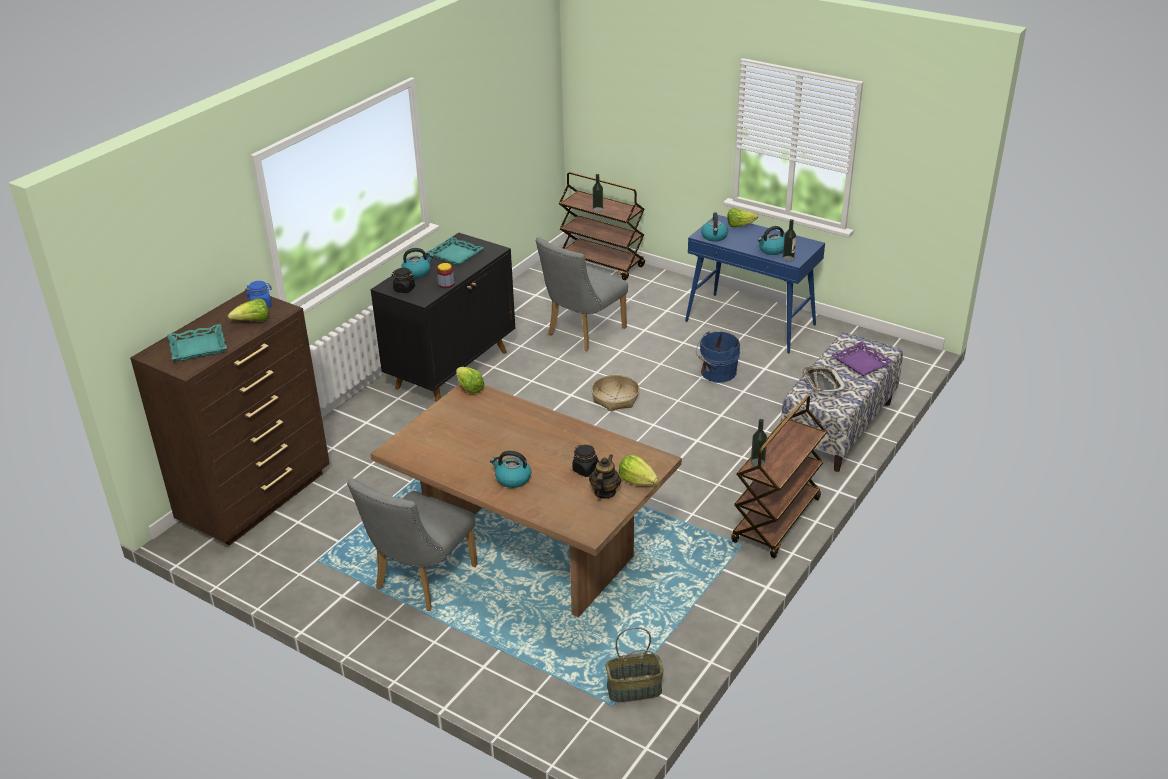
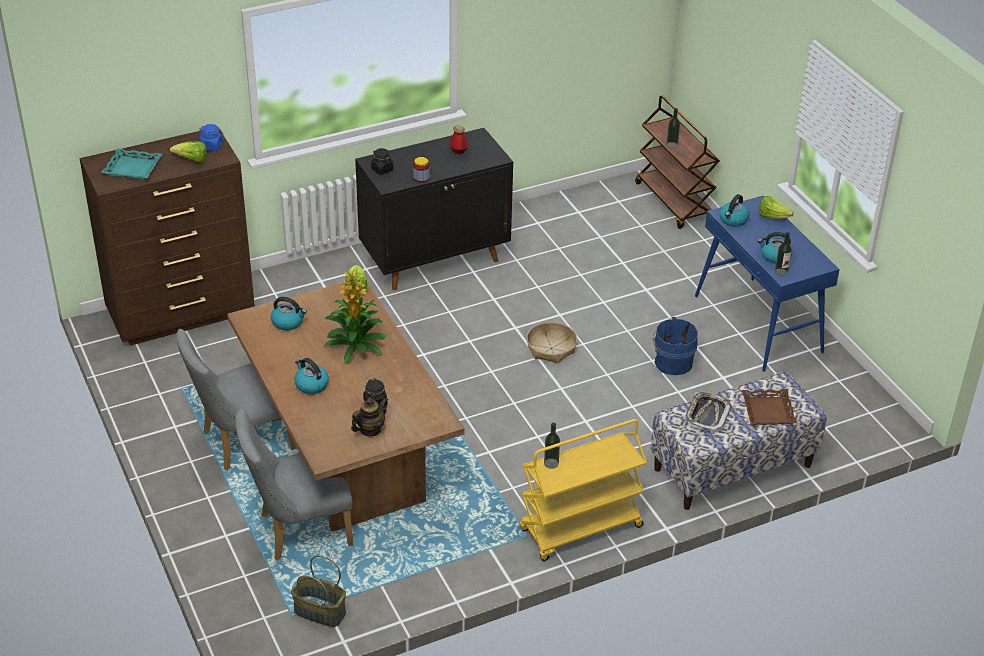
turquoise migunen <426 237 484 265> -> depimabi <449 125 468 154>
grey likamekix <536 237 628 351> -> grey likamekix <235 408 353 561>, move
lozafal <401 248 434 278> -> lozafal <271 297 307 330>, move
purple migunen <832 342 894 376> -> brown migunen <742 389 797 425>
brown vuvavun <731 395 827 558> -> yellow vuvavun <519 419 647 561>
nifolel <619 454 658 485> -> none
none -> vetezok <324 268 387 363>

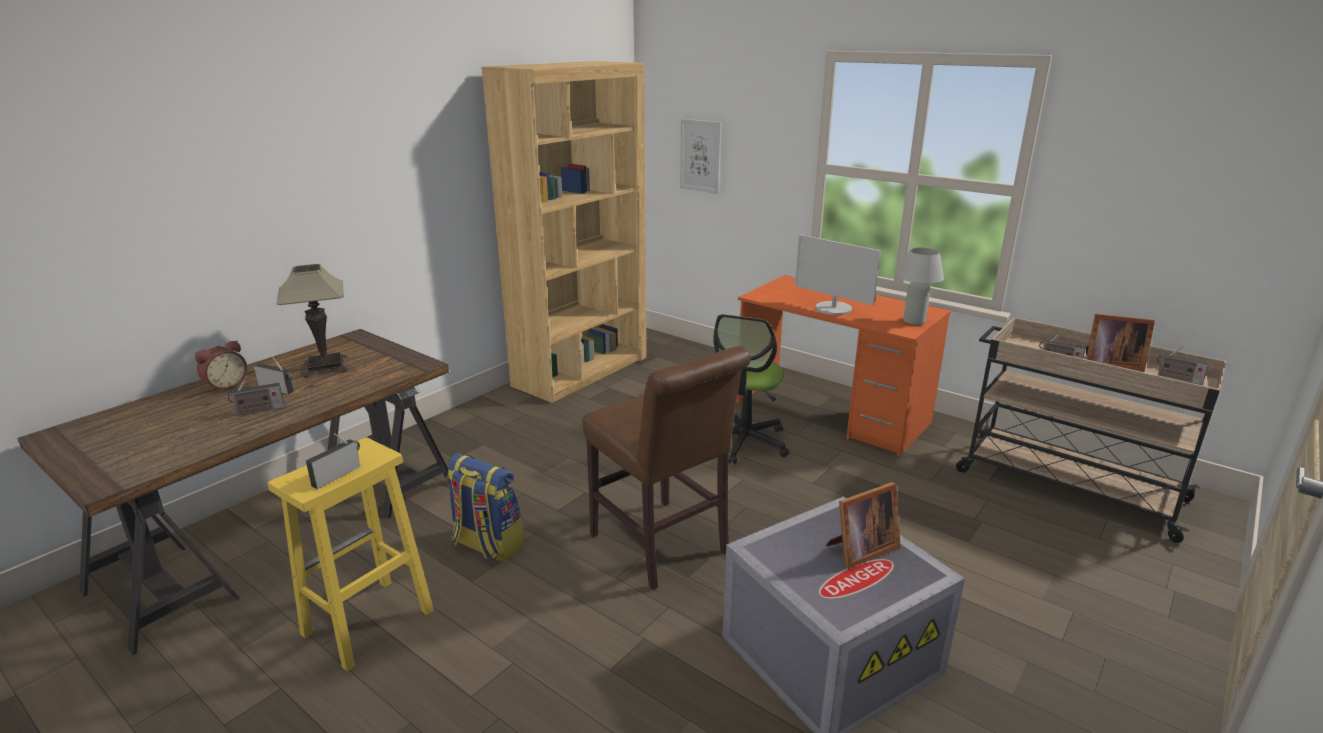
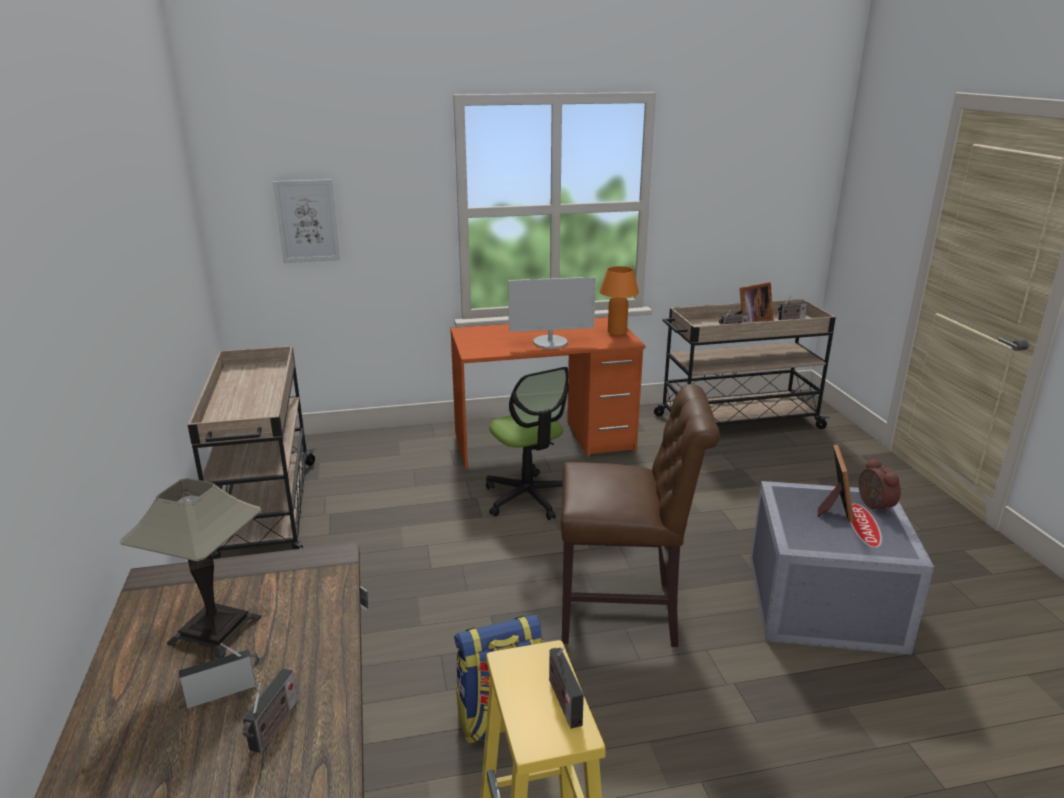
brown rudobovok <481 61 647 403> -> beige vuvavun <188 346 316 559>
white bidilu <898 247 944 325> -> orange bidilu <600 266 639 336>
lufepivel <195 340 247 392> -> lufepivel <859 458 901 514>, move

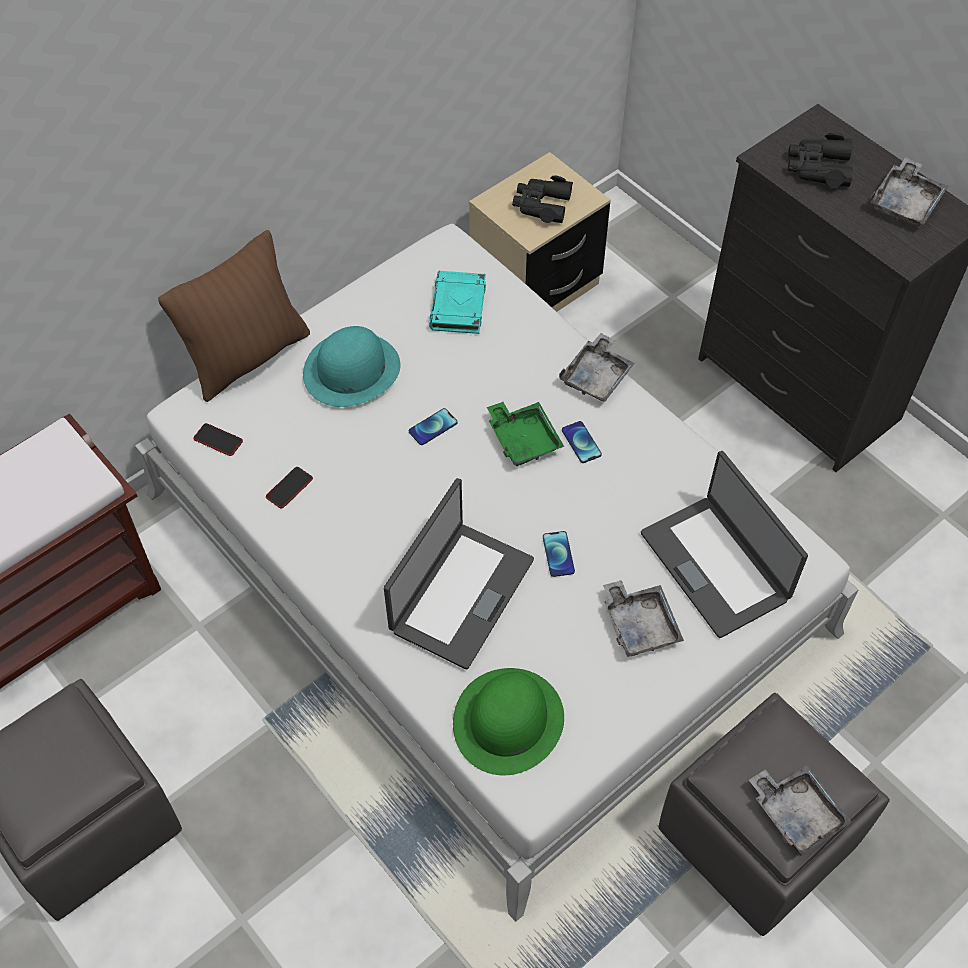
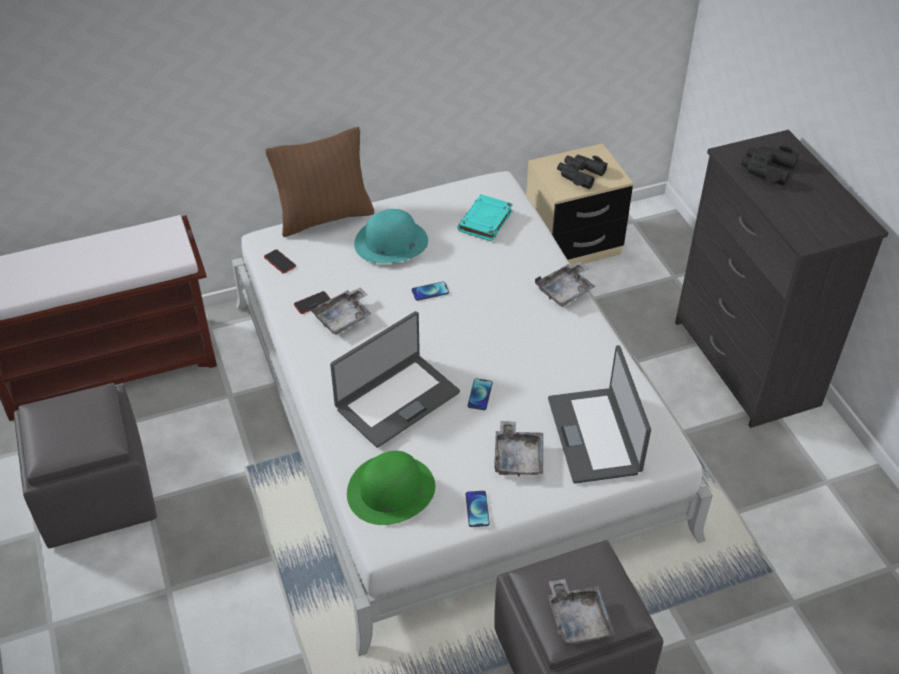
grey migunen <870 157 948 225> -> grey migunen <310 287 372 335>, move
green migunen <487 402 564 466> -> none
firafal <562 421 602 463> -> firafal <466 491 490 527>, move

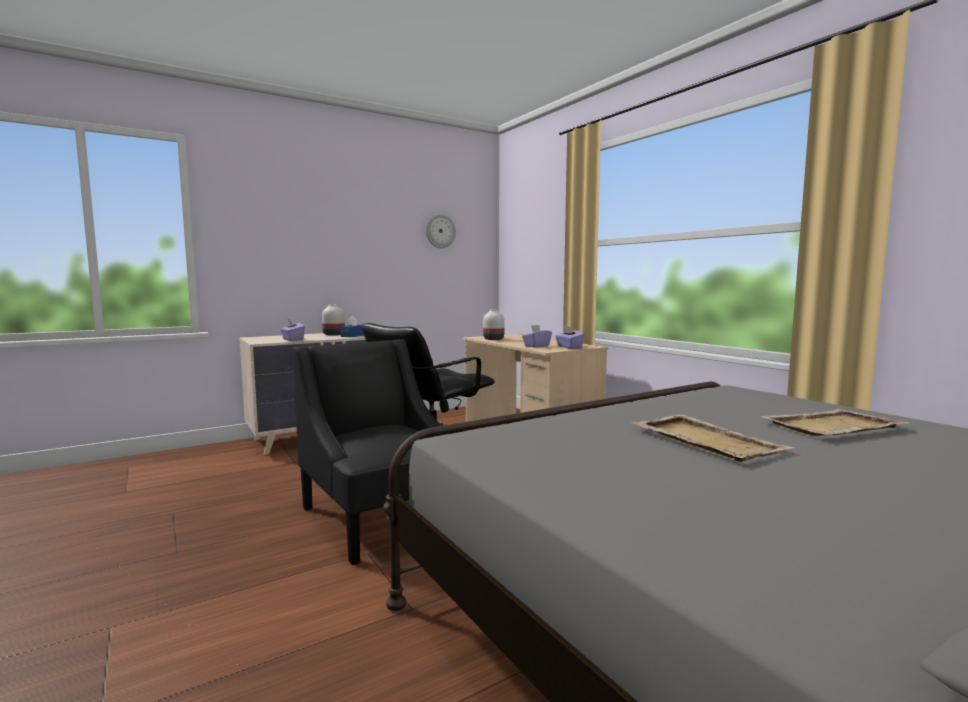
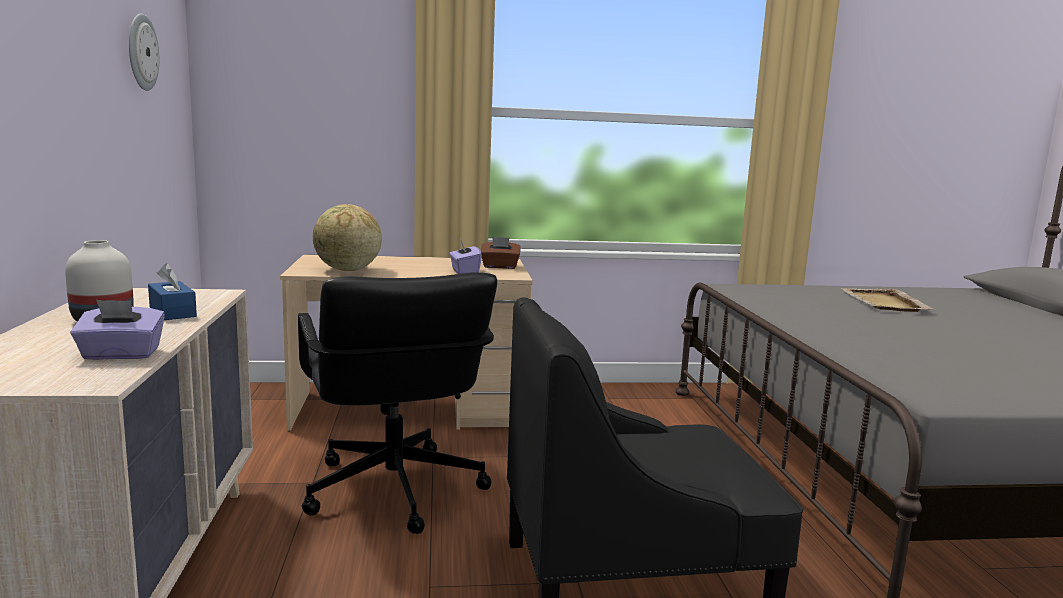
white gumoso <483 309 505 340> -> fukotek <313 204 382 271>
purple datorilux <555 326 585 349> -> brown datorilux <481 237 521 269>
beige migunen <631 414 794 462> -> none

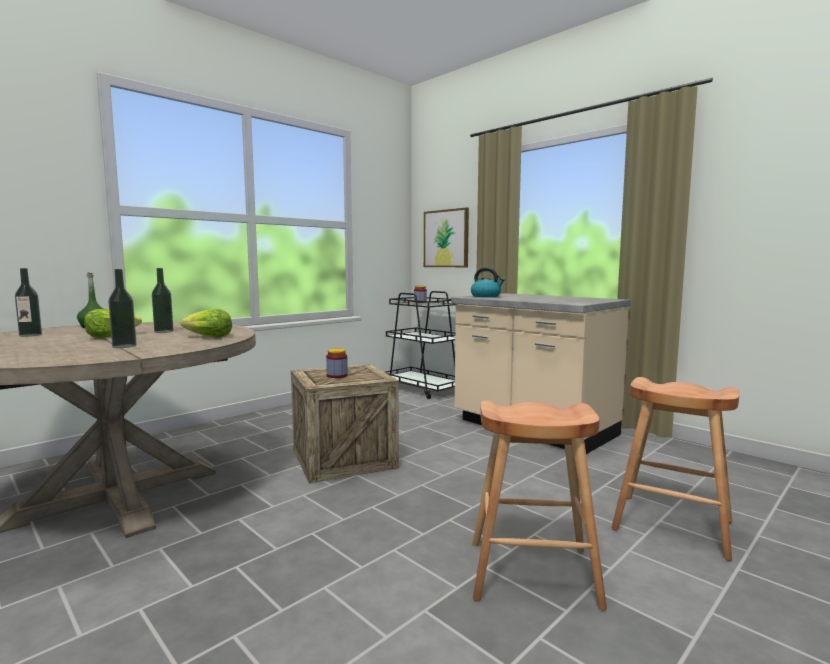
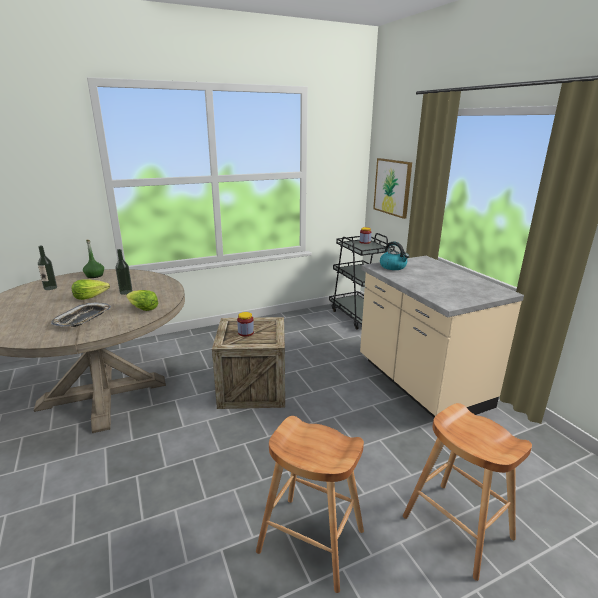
depimabi <108 269 137 348> -> migunen <51 302 111 327>

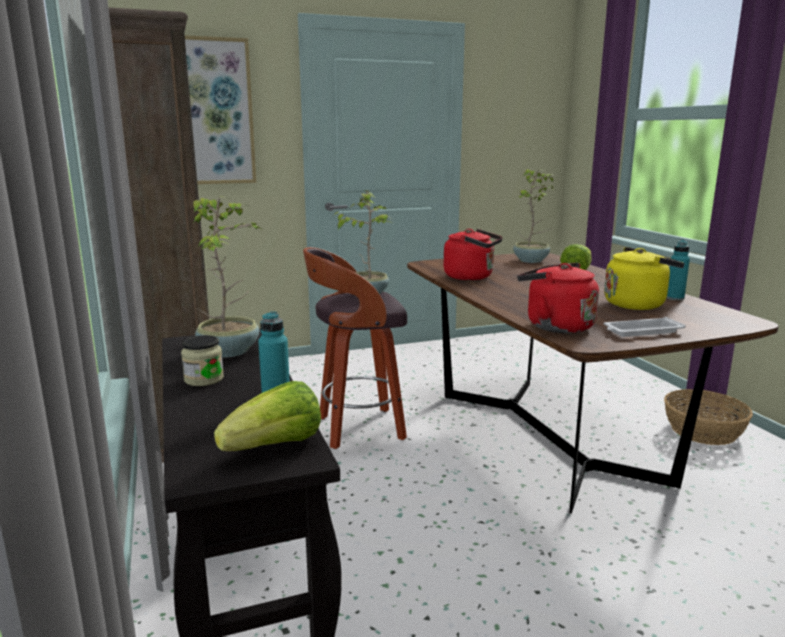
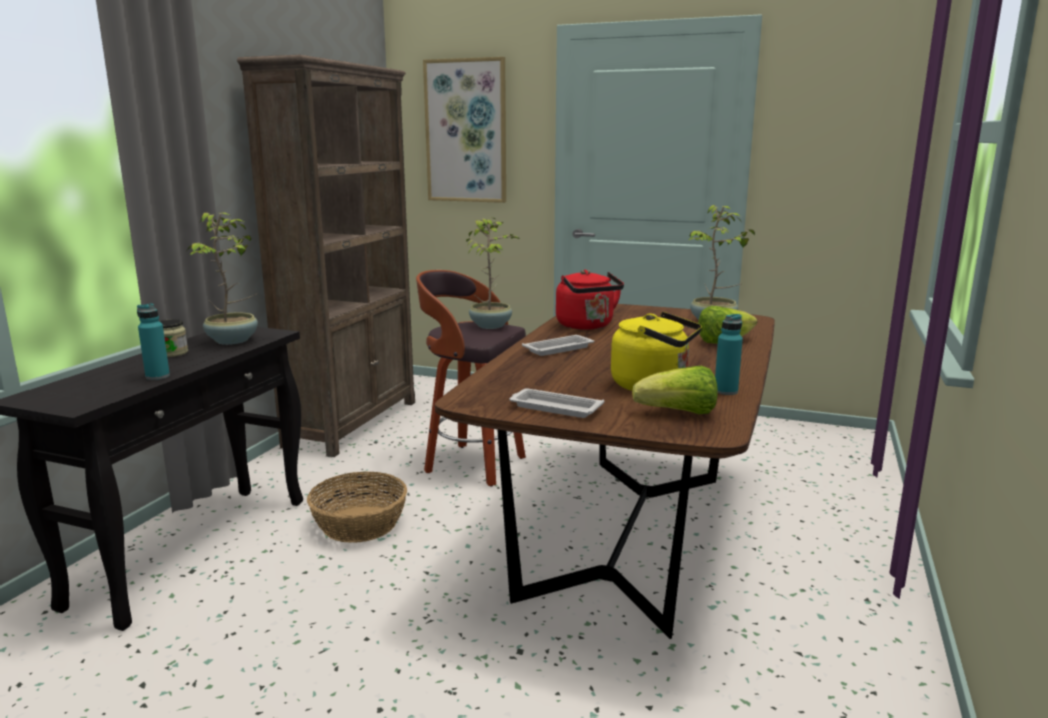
red lozafal <517 263 599 333> -> none
nifolel <214 381 321 451> -> nifolel <632 366 718 414>, move
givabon <664 389 753 445> -> givabon <307 472 407 543>, move
none -> white migunen <522 335 594 356>

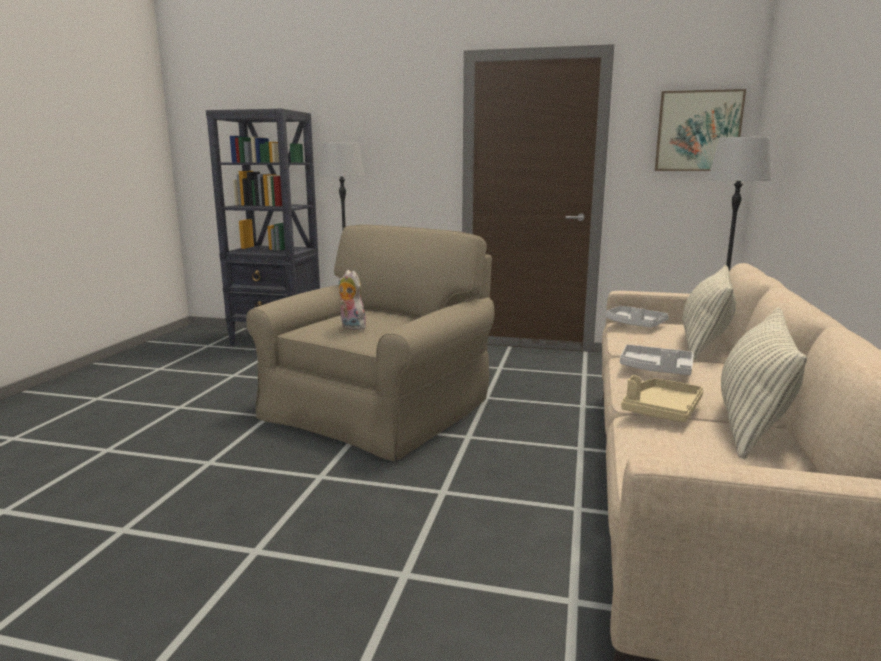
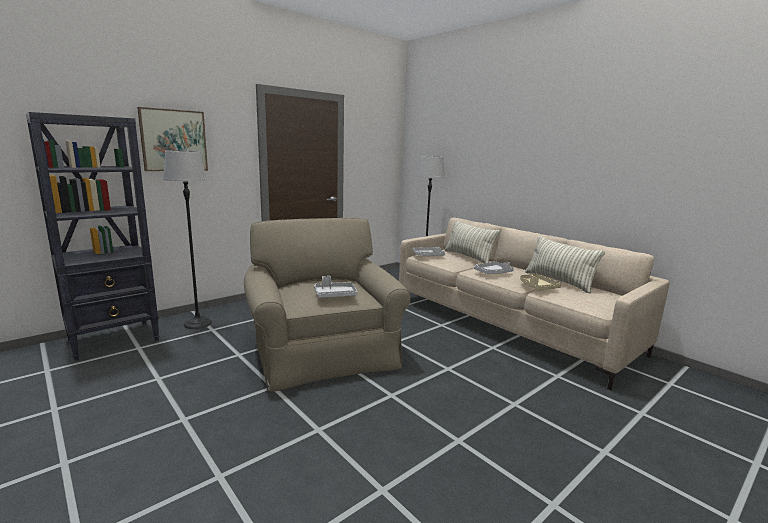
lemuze <655 89 746 171> -> lemuze <137 107 208 171>, move
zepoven <339 270 366 330> -> grey migunen <314 276 357 298>

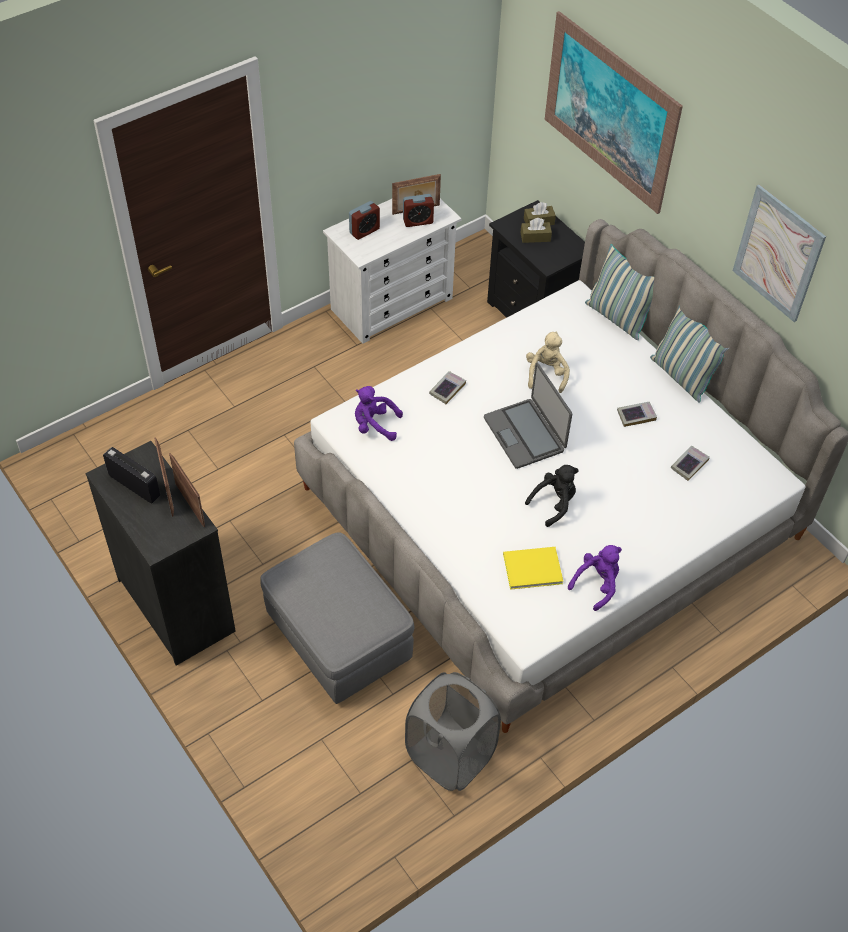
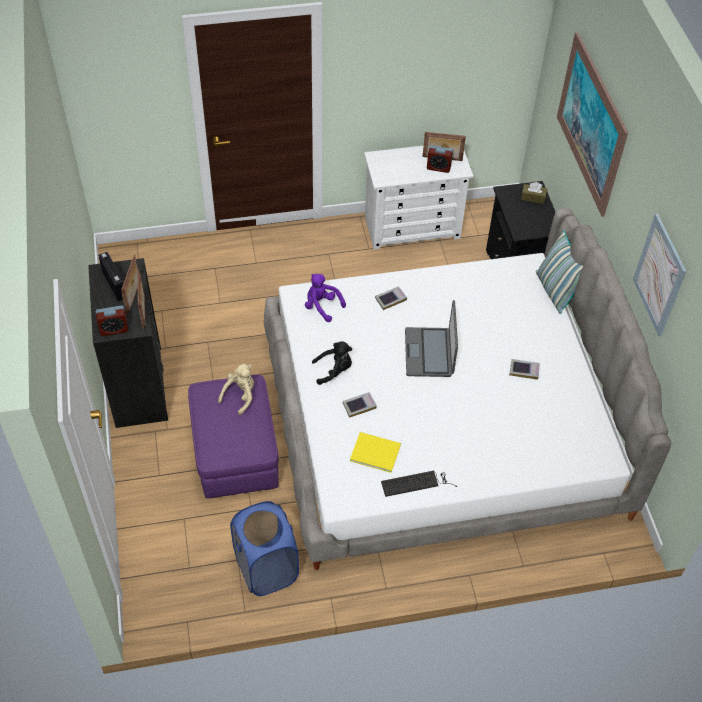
lufepivel <349 201 380 240> -> lufepivel <96 305 128 336>, move
brown datorilux <521 218 552 243> -> none
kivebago <650 305 729 403> -> none
beige zepoven <526 331 570 393> -> beige zepoven <218 364 254 415>, move
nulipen <671 446 710 481> -> nulipen <343 392 377 418>, move
black zepoven <525 465 579 527> -> black zepoven <312 341 352 385>, move
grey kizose <260 532 414 704> -> purple kizose <188 375 279 498>
purple zepoven <568 545 622 611> -> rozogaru <381 471 457 497>
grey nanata <405 672 501 791> -> blue nanata <230 501 299 596>

